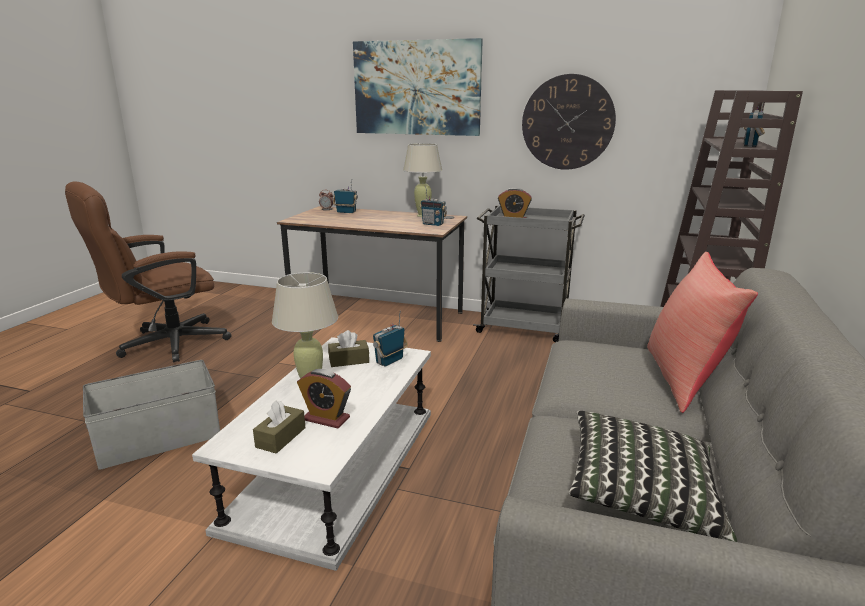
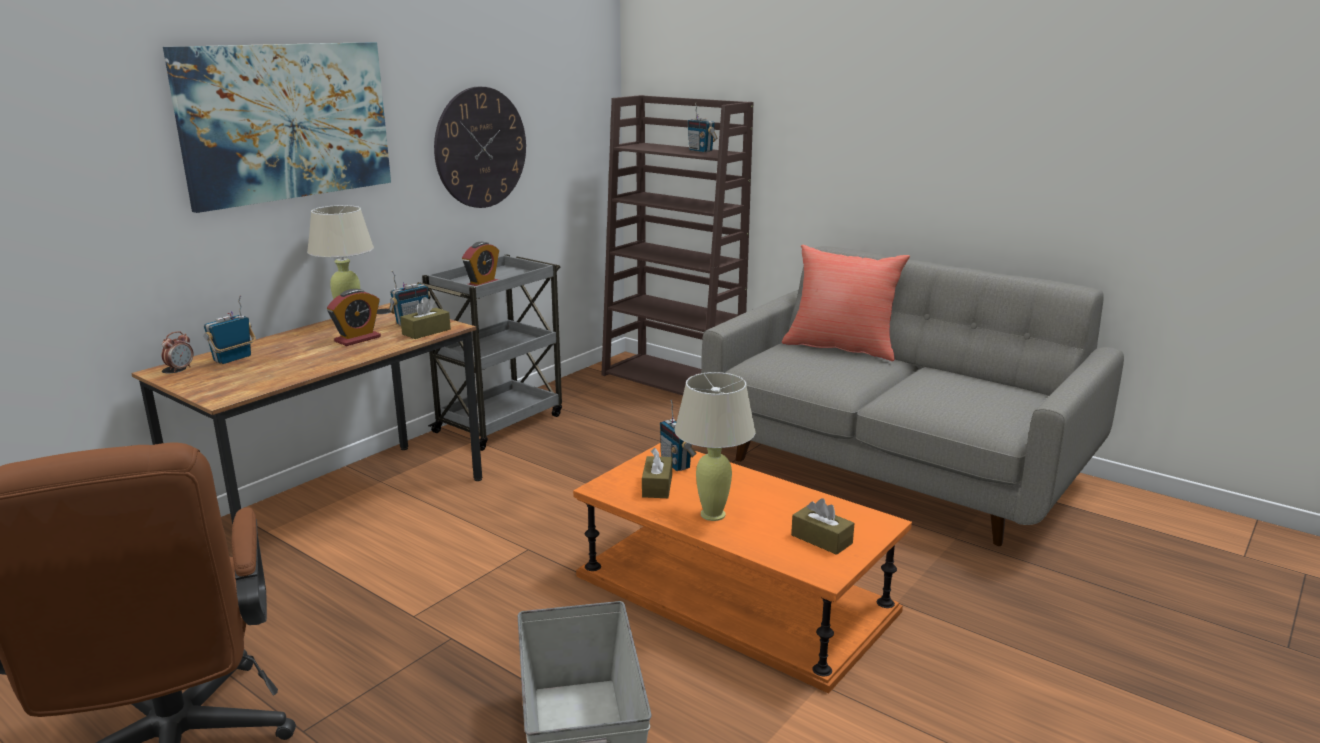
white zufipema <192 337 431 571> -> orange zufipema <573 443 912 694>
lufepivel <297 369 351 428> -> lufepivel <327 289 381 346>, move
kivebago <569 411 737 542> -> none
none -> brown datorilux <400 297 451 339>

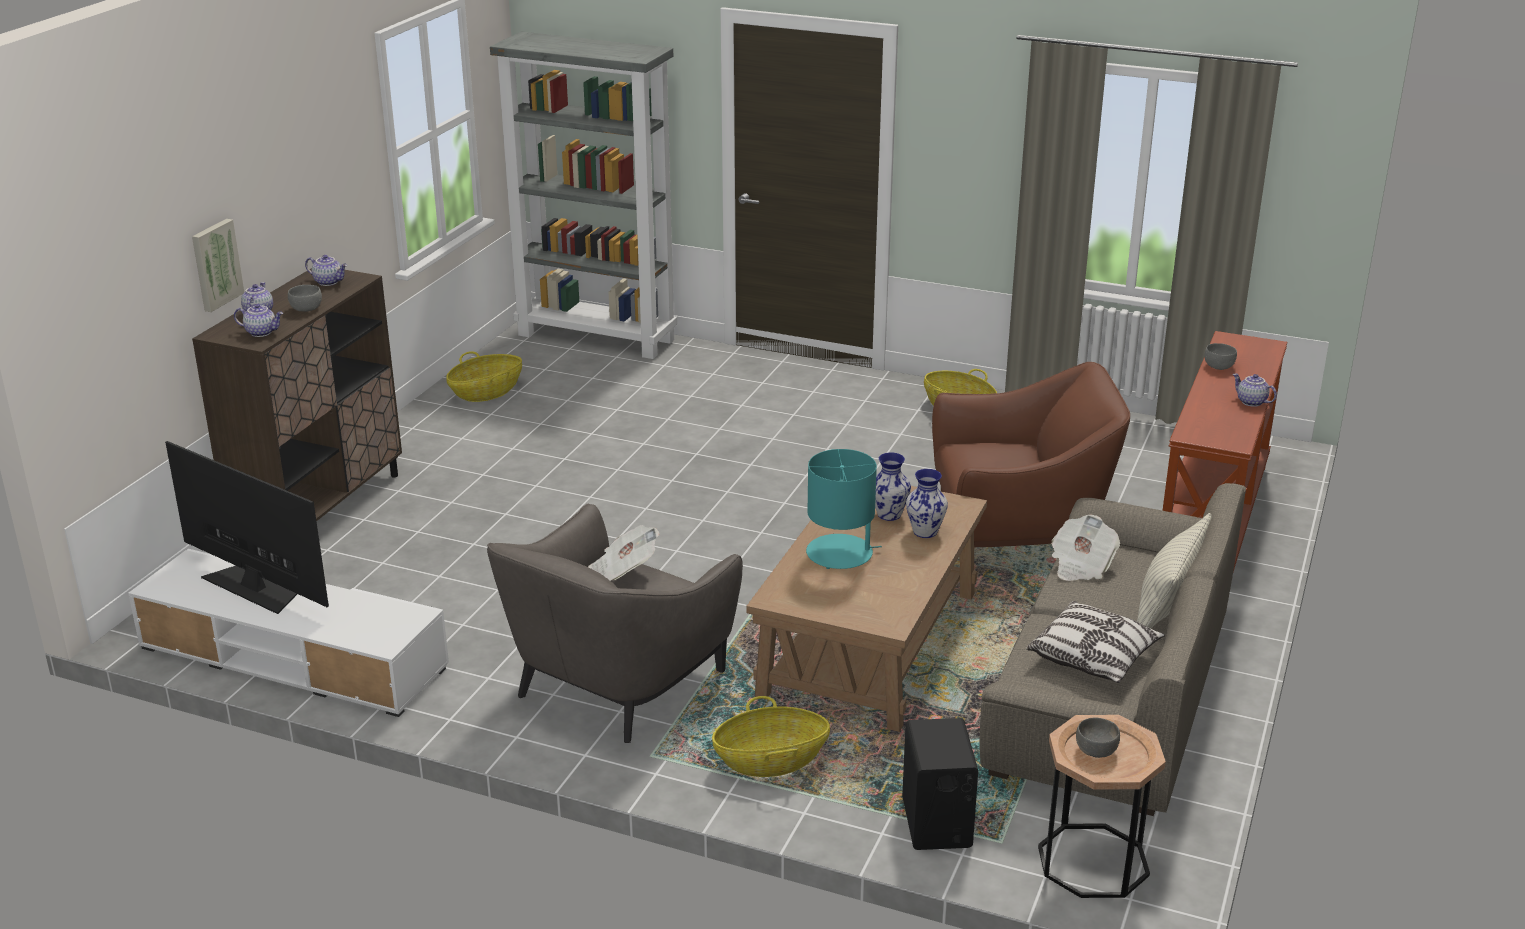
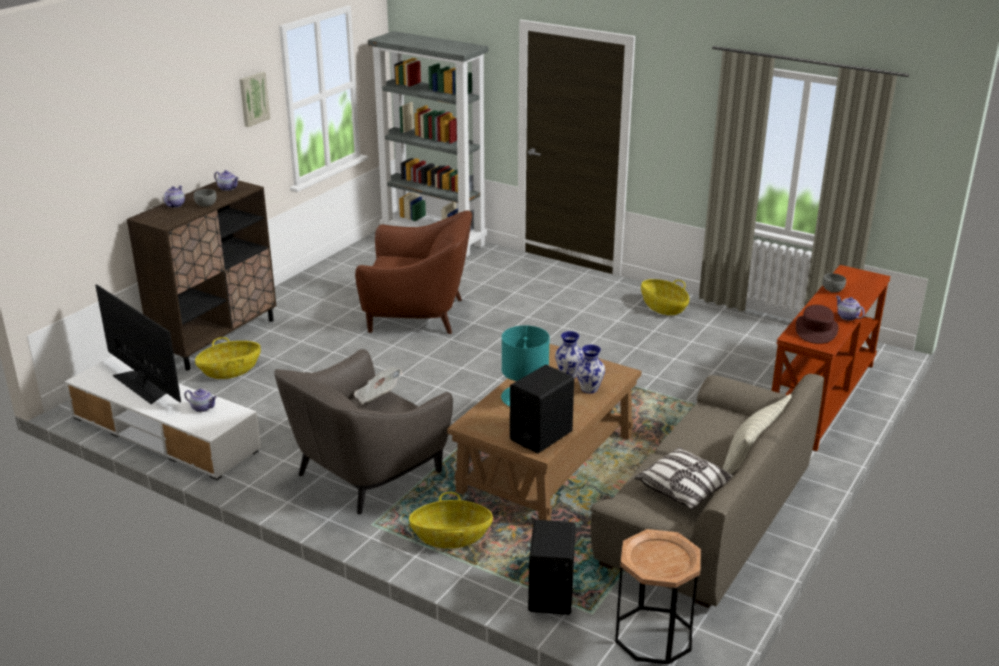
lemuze <192 219 244 312> -> lemuze <240 72 270 127>, move
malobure <234 304 283 337> -> malobure <184 389 217 412>, move
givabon <446 351 522 402> -> givabon <195 337 261 379>, move
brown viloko <932 362 1130 547> -> brown viloko <355 210 472 334>, move
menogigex <1052 514 1120 581> -> none
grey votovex <1076 717 1120 758> -> none
none -> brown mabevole <796 305 839 344>
none -> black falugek <510 365 574 453>

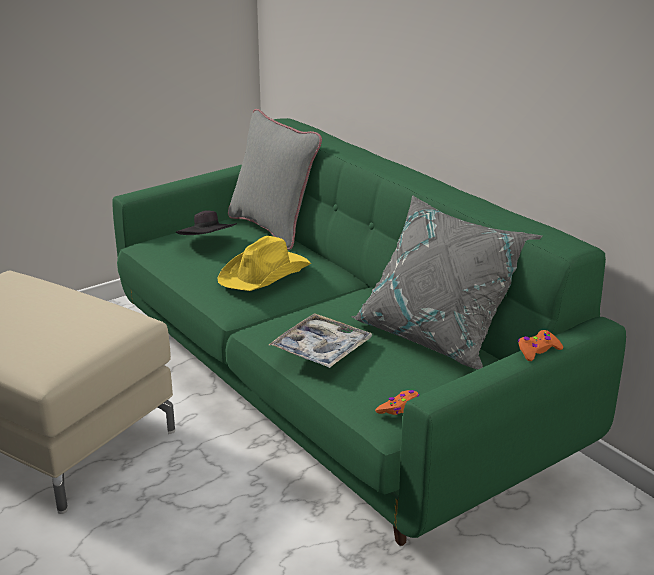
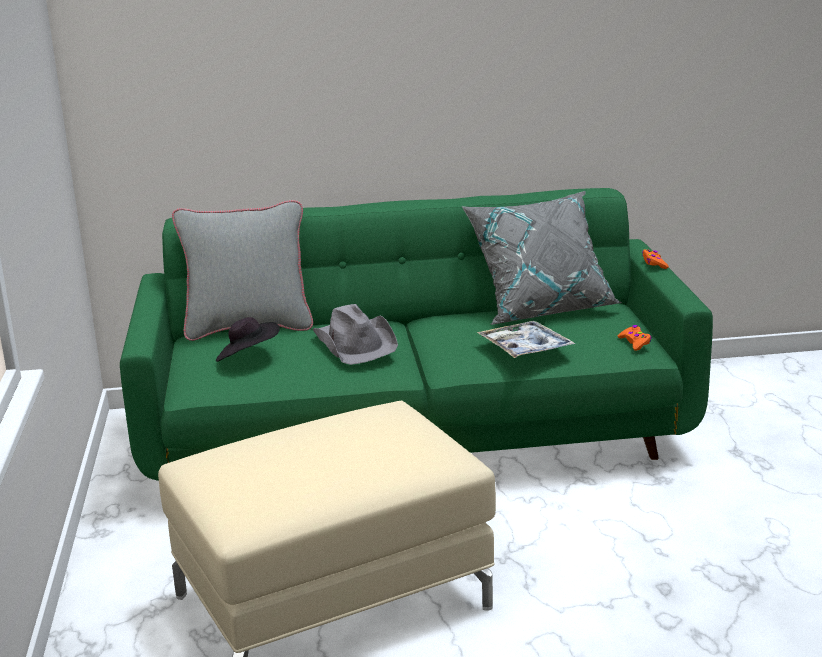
yellow mabevole <218 236 311 291> -> grey mabevole <313 304 398 365>

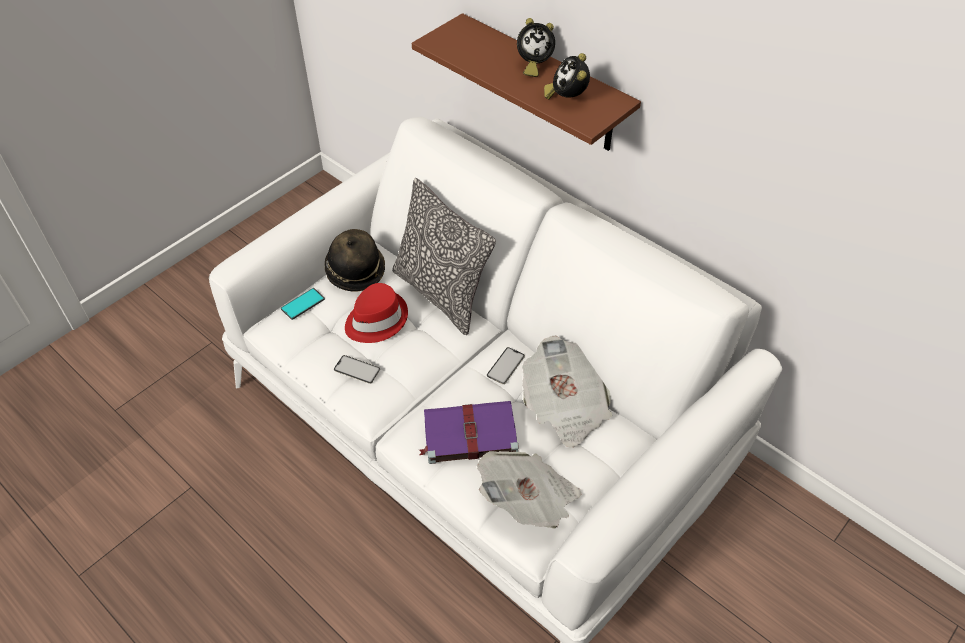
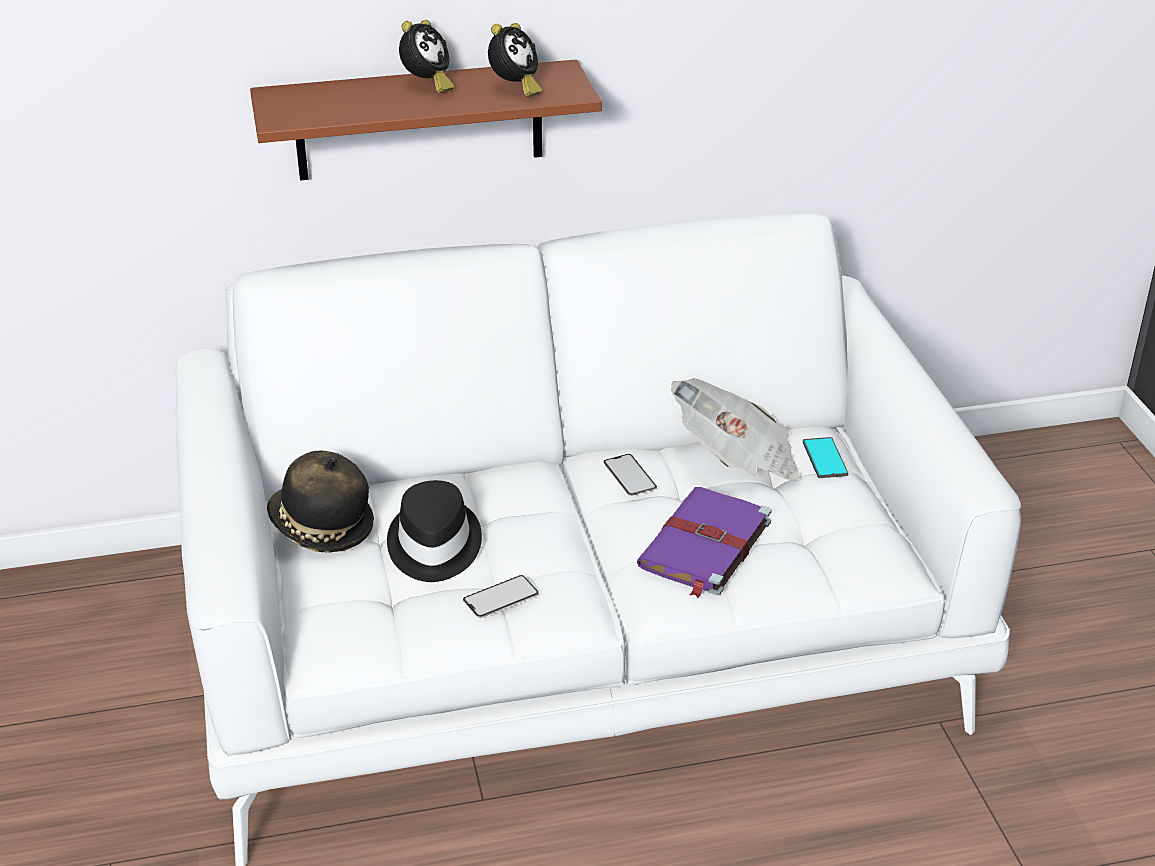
lufepivel <544 53 590 99> -> lufepivel <488 23 542 96>, 90 degrees counterclockwise
kivebago <392 178 496 335> -> none
red mabevole <345 283 408 343> -> black mabevole <387 480 482 582>
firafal <281 288 325 320> -> firafal <803 437 848 478>, move
menogigex <477 451 581 529> -> none

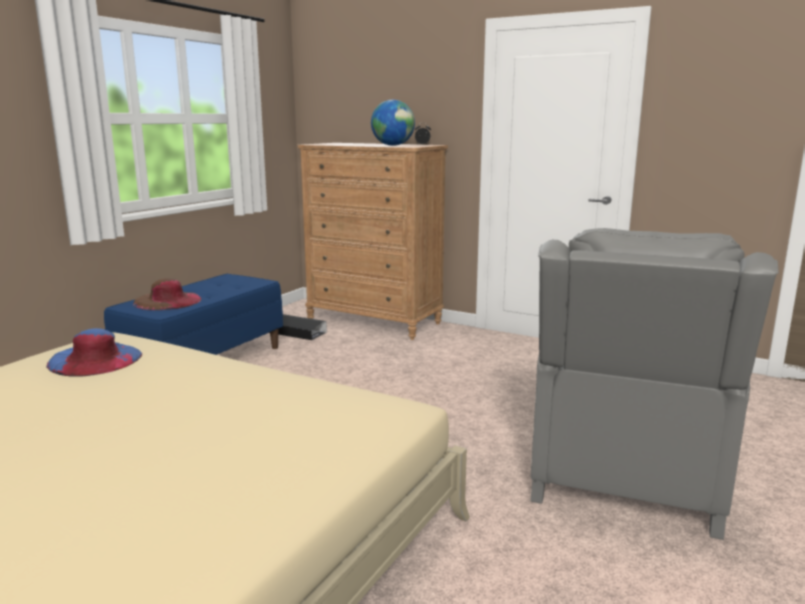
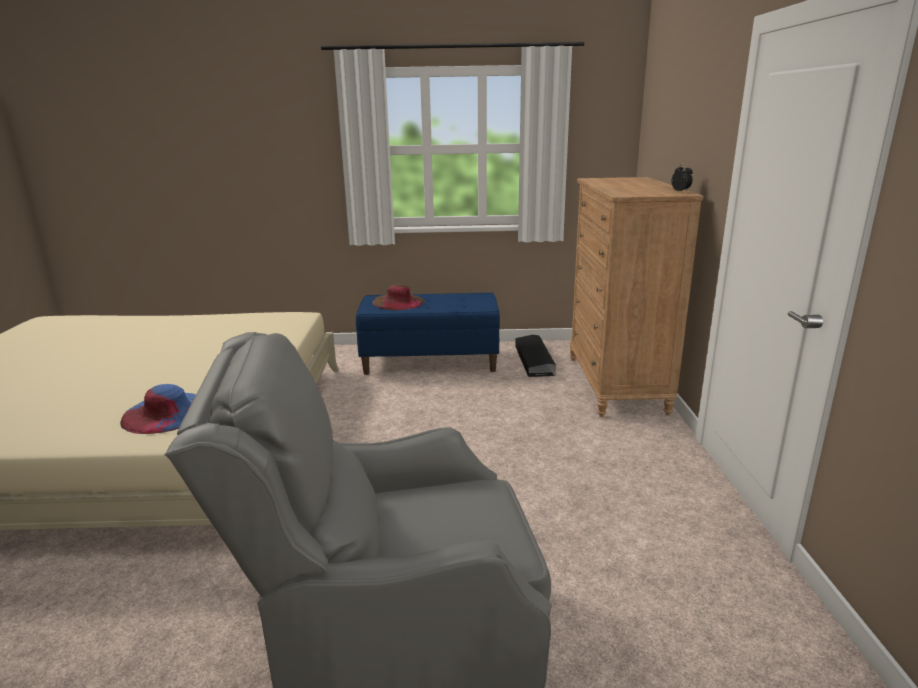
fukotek <371 100 415 146> -> none
blue mabevole <46 328 142 377> -> blue mabevole <120 384 196 434>, move

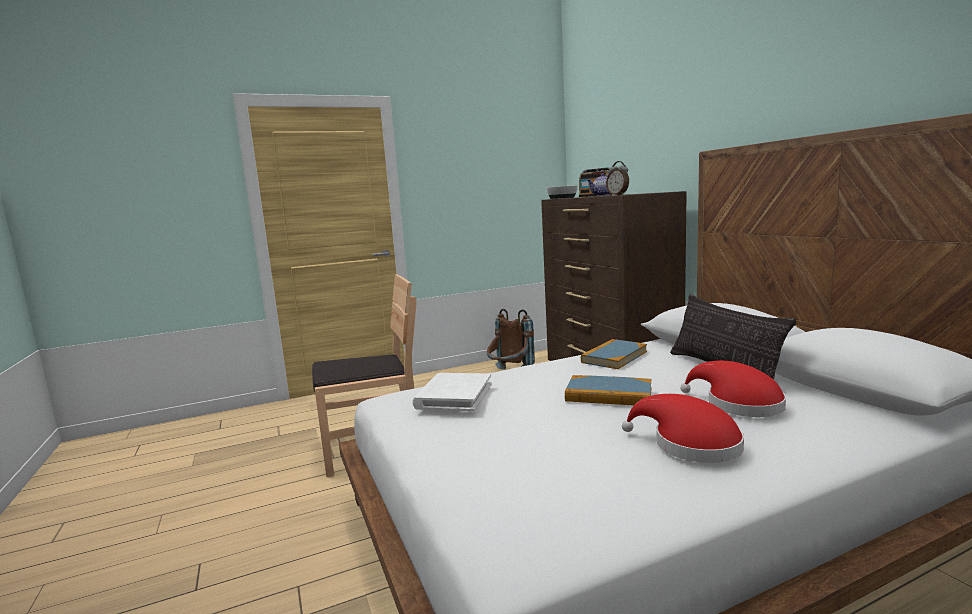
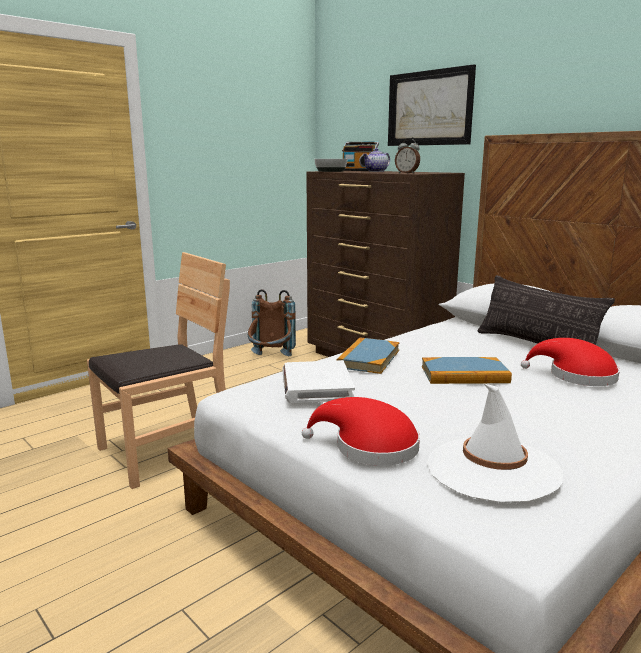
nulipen <581 339 647 369> -> nulipen <336 337 400 374>, move
red mabevole <622 394 744 463> -> red mabevole <302 397 420 466>, move
none -> lemuze <388 64 476 146>
none -> white mabevole <427 383 563 502>

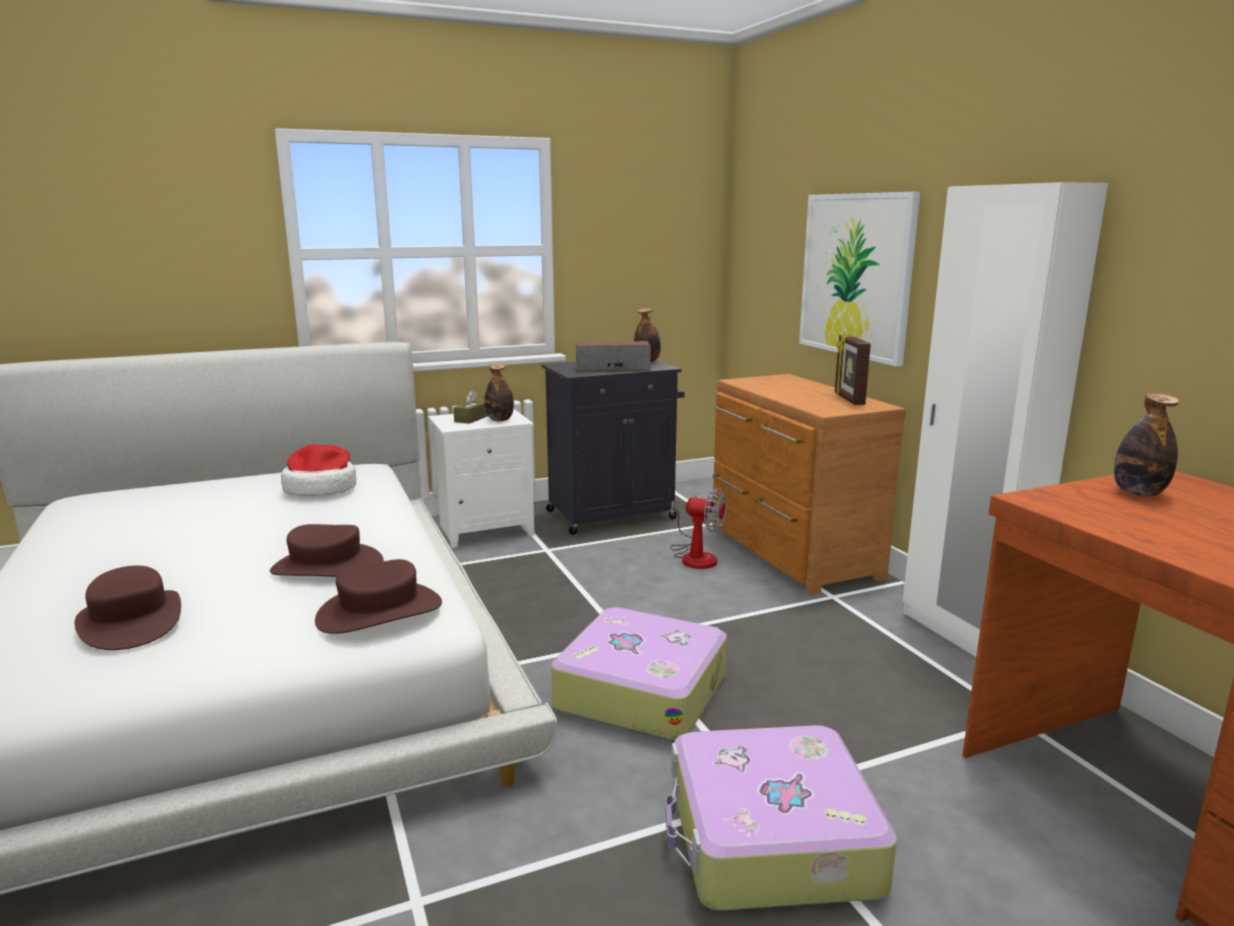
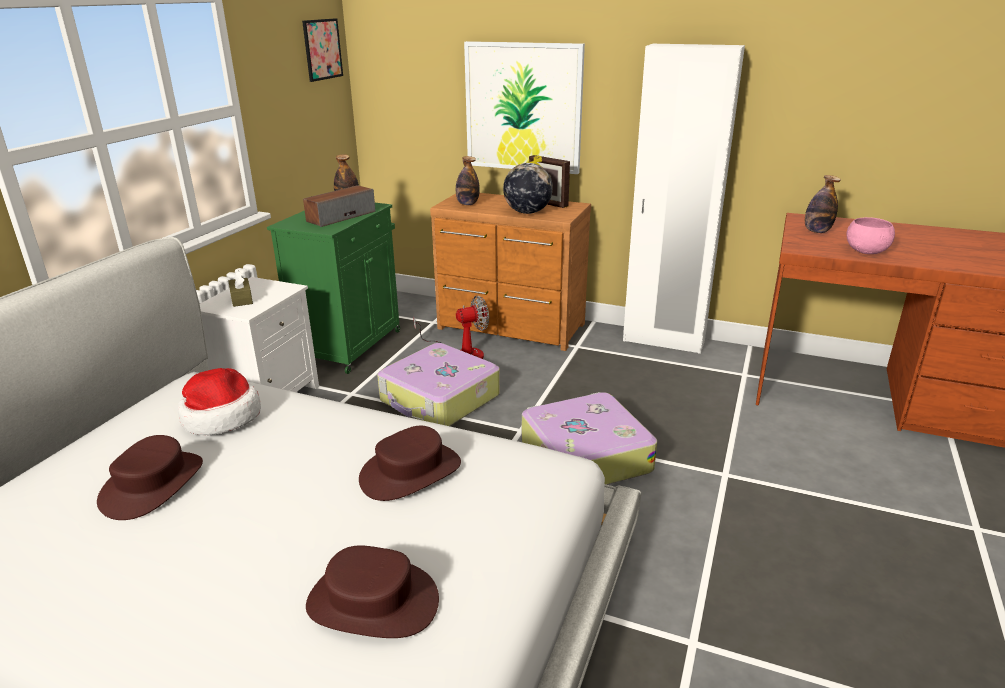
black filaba <542 360 685 535> -> green filaba <267 203 400 374>
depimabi <484 364 514 421> -> depimabi <456 156 480 205>, move
brown mabevole <315 559 442 634> -> brown mabevole <97 435 203 520>, move
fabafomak <666 725 897 911> -> fabafomak <377 343 500 426>, move
none -> lemuze <302 18 343 82>
none -> fukotek <503 163 553 214>
none -> pink votovex <846 217 895 254>

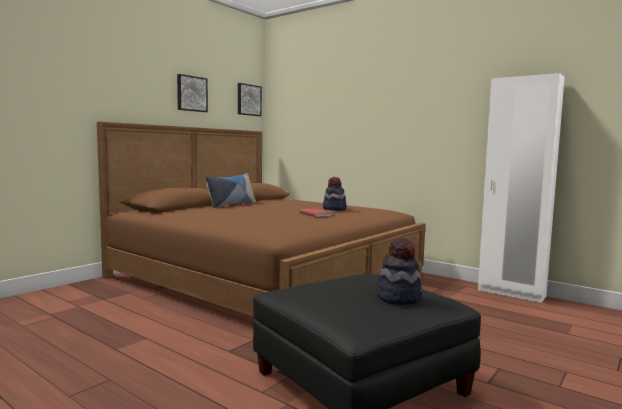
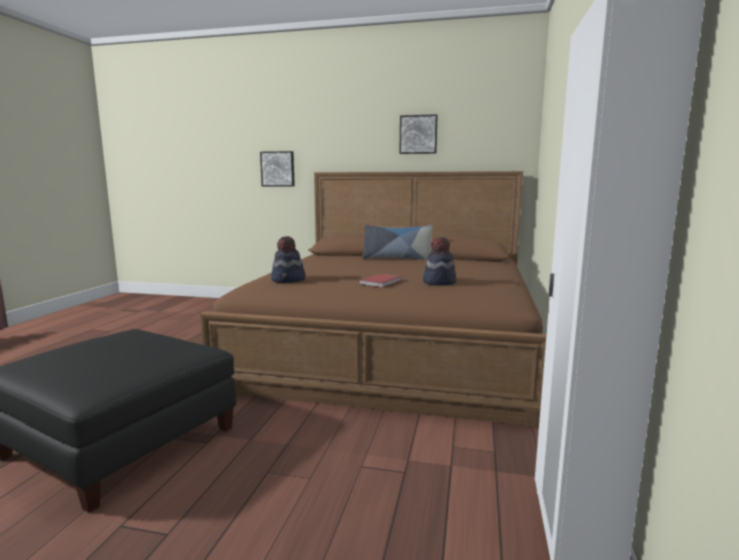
lemuze <238 83 262 116> -> lemuze <260 151 295 186>, move
mabevole <377 237 422 305> -> mabevole <271 236 305 283>, move

